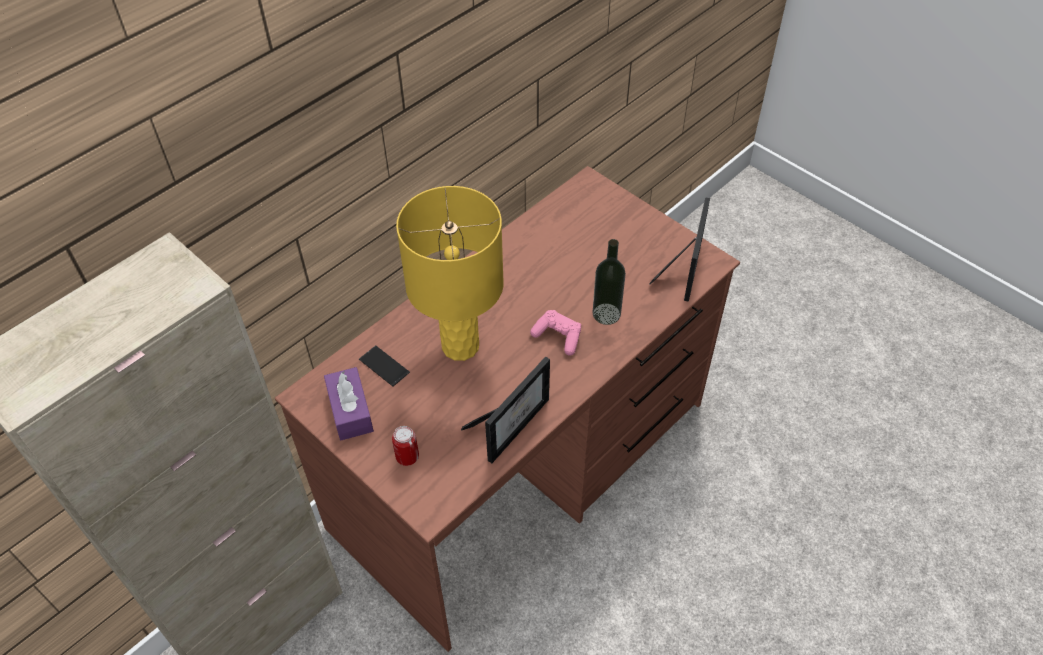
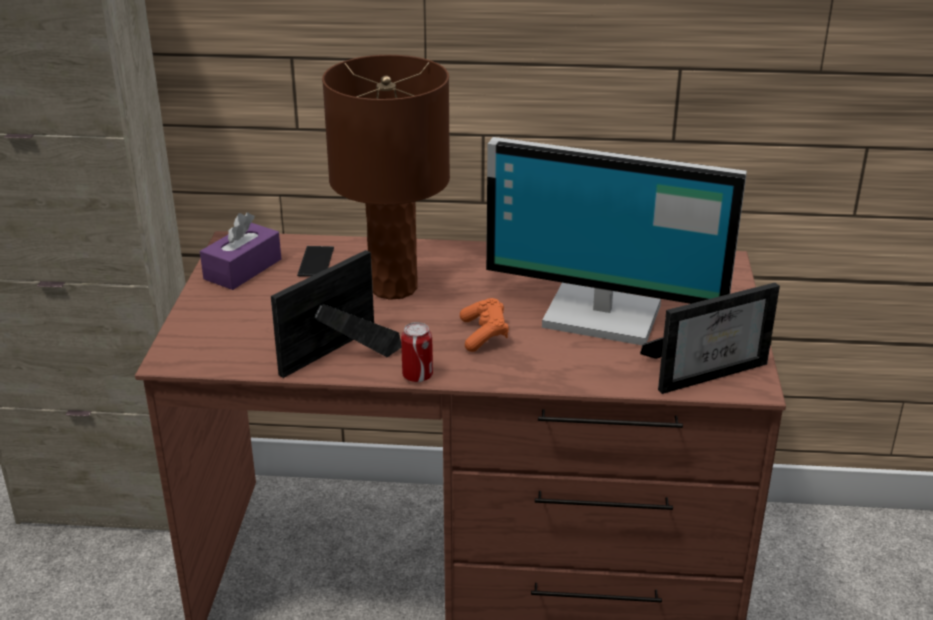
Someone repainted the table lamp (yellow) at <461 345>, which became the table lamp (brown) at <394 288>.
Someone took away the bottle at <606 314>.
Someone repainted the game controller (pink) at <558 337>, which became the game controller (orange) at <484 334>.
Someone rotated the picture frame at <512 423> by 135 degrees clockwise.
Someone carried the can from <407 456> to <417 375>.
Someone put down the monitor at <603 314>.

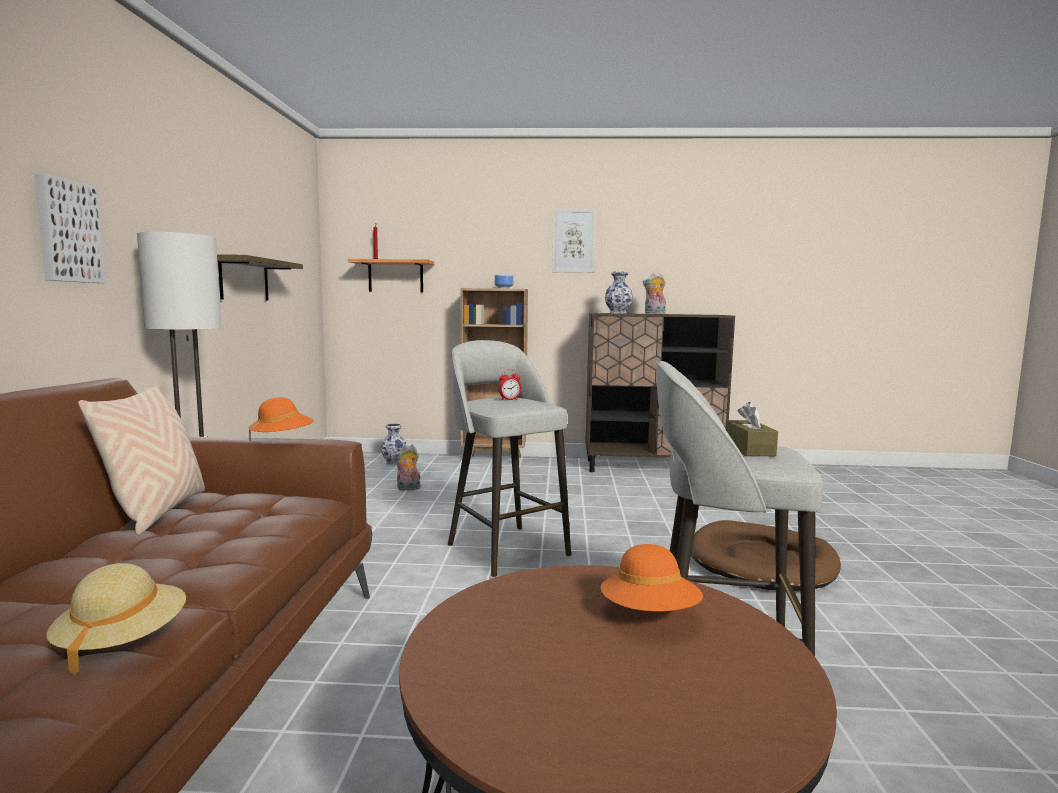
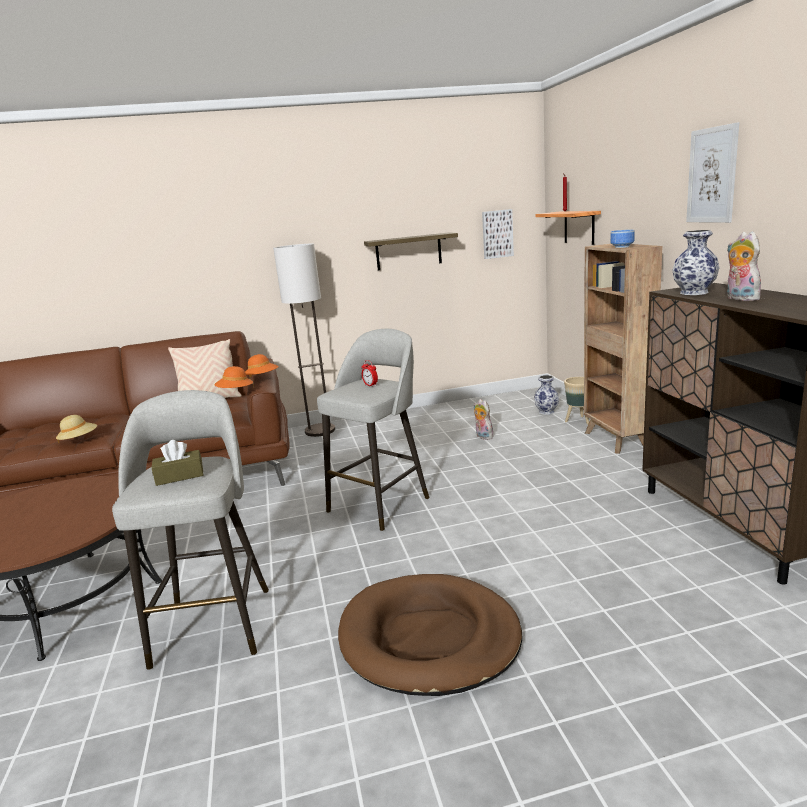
Someone carried the picture from <67 231> to <497 234>.
Someone carried the hat (orange) from <650 614> to <235 392>.
Someone put down the planter (beige) at <579 421>.

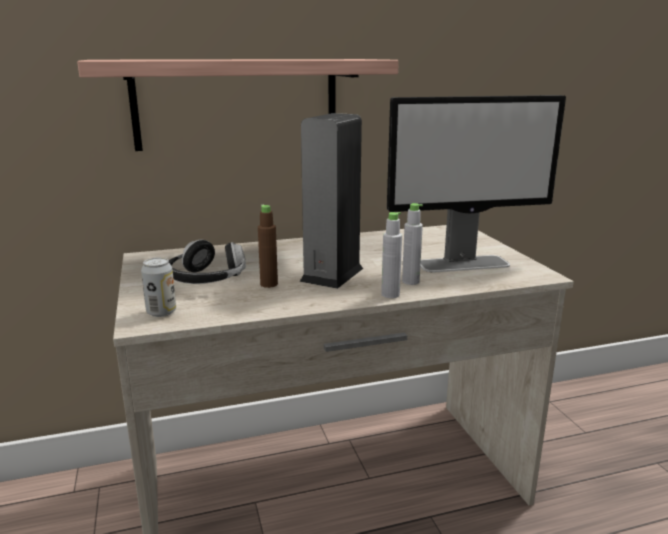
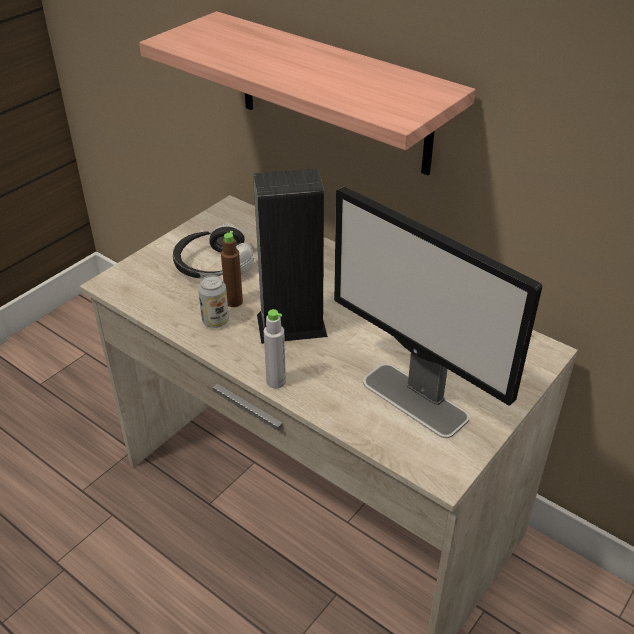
Someone took away the bottle (grey) at <410 281>.
Someone carried the can from <161 312> to <215 321>.

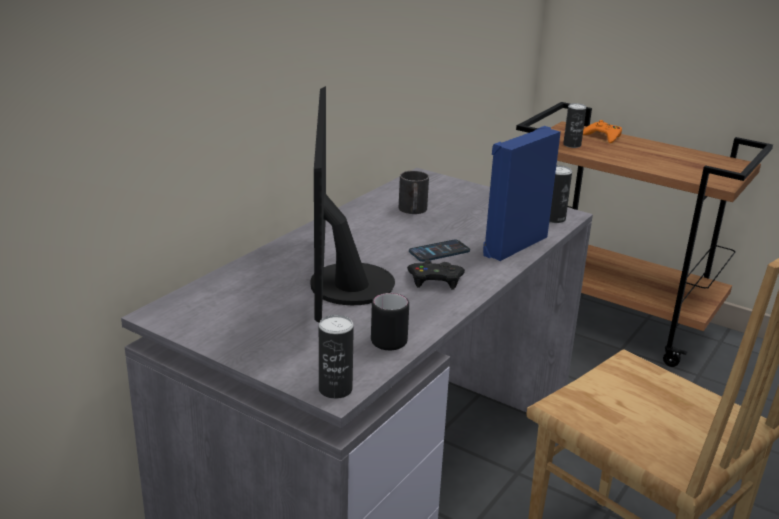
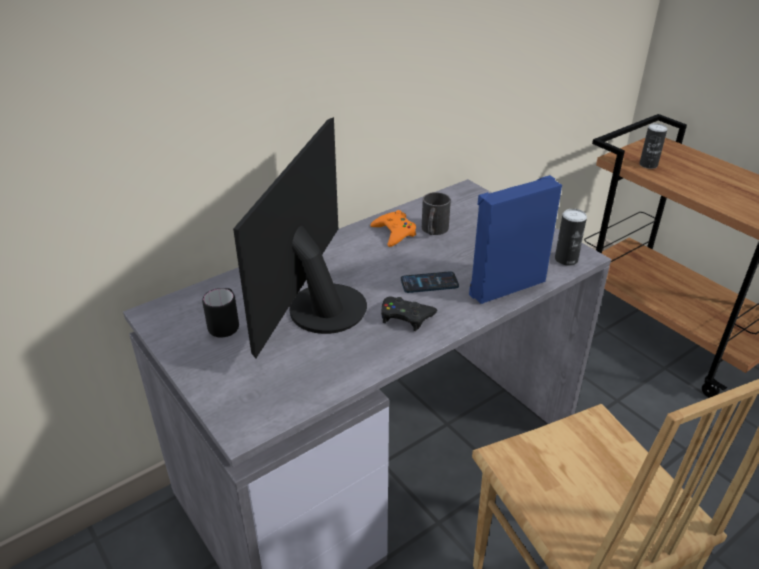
Someone carried the game controller (orange) from <603 136> to <394 233>.
Someone carried the mug (black) from <388 338> to <226 325>.
Someone took away the can at <335 389>.

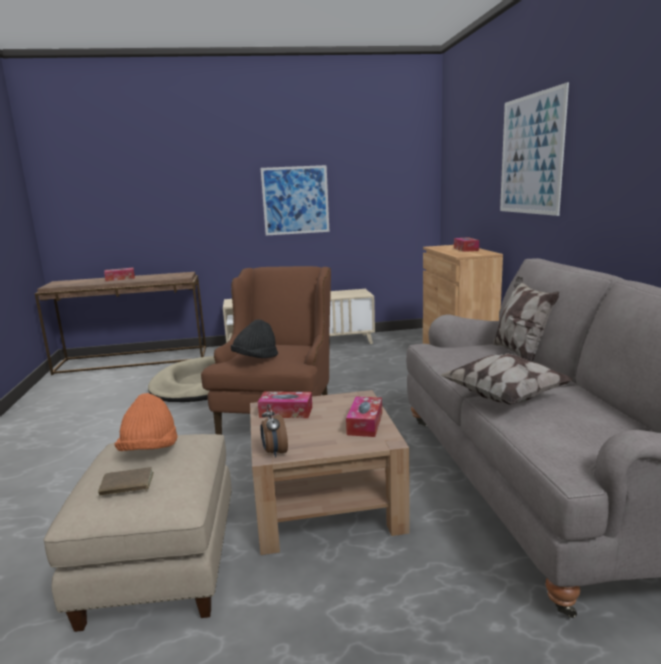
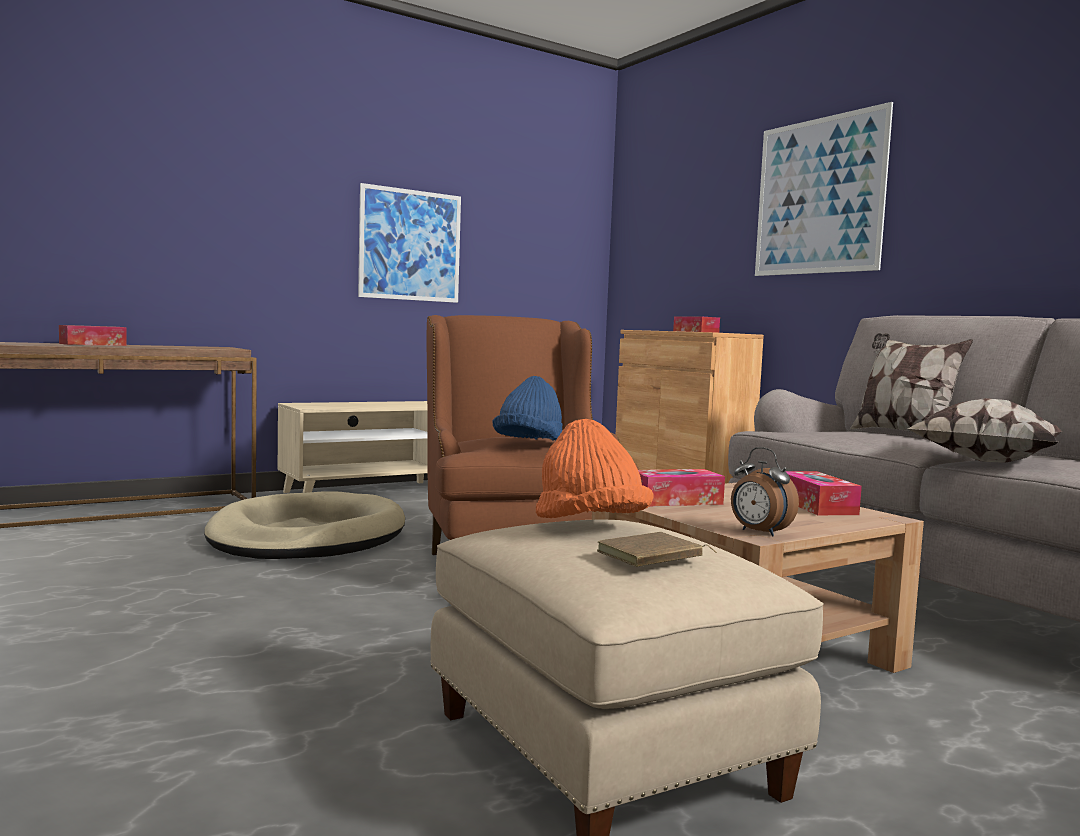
Someone repainted the hat (black) at <255 358>, which became the hat (blue) at <529 444>.

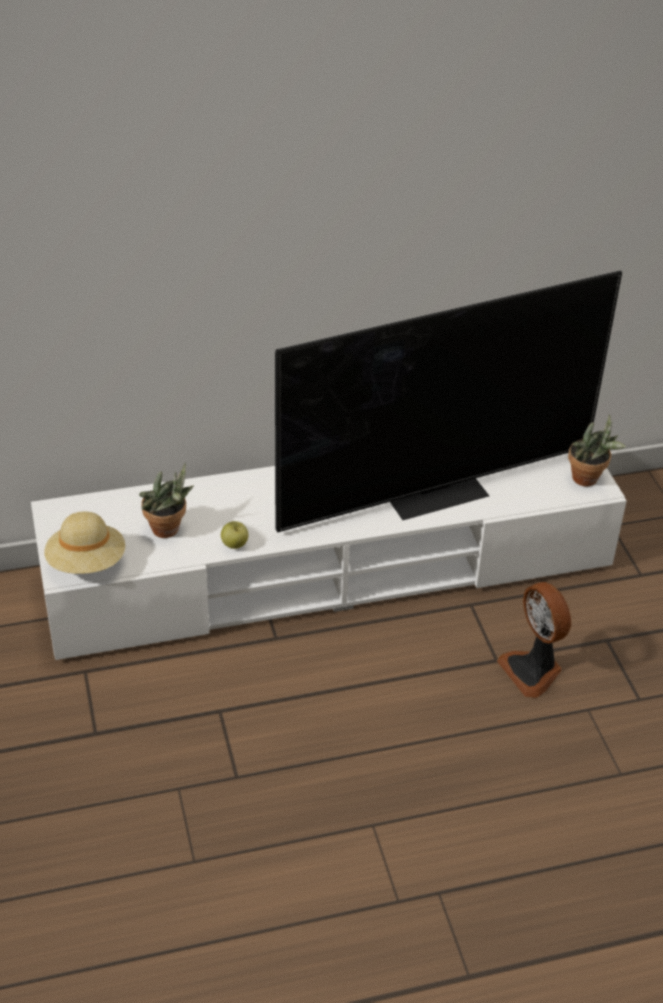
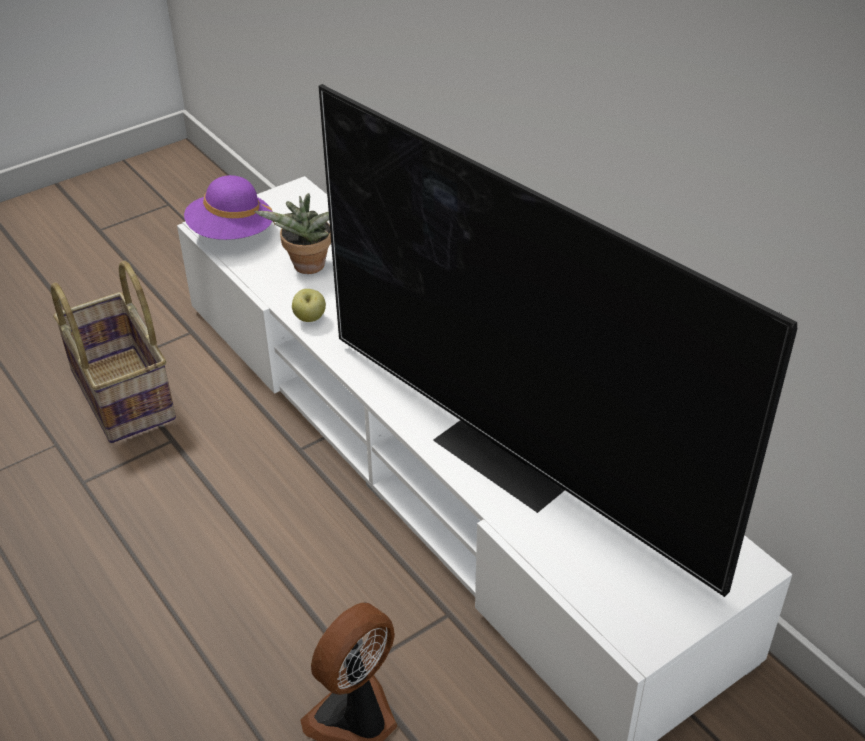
Someone took away the potted plant at <588 480>.
Someone repainted the hat (beige) at <87 563>, which became the hat (purple) at <231 234>.
Someone put down the basket at <125 394>.

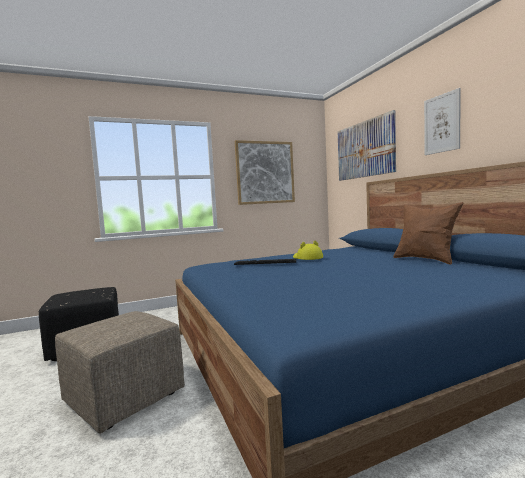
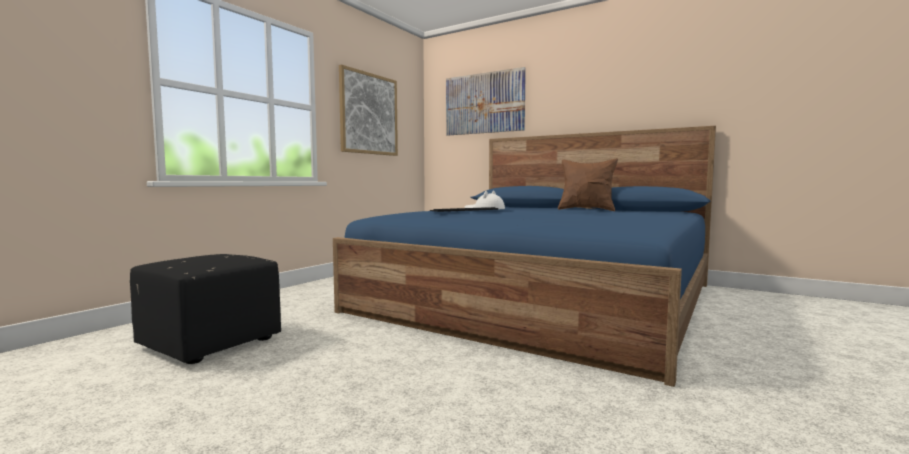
Someone took away the picture at <442 123>.
Someone repainted the hat (yellow) at <307 258>, which became the hat (white) at <484 210>.
Someone took away the ottoman (beige) at <125 397>.

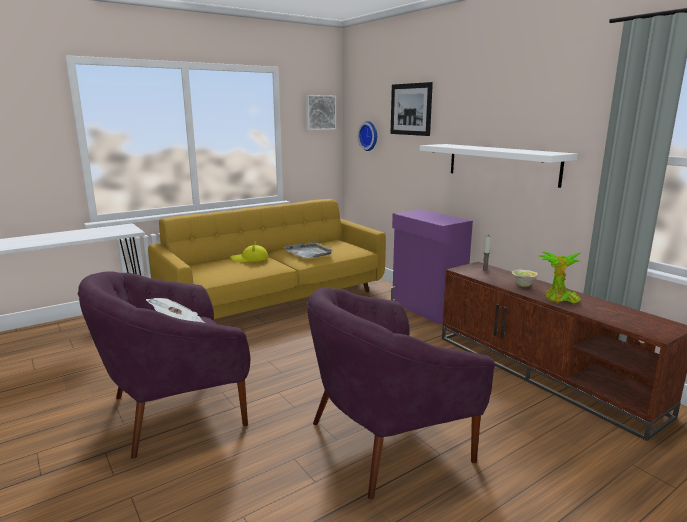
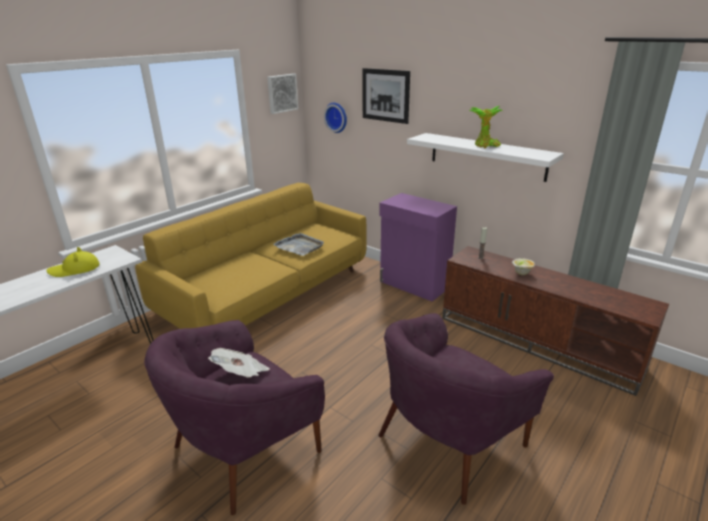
Someone carried the hat (yellow) from <250 259> to <75 269>.
Someone carried the potted plant from <559 299> to <485 146>.

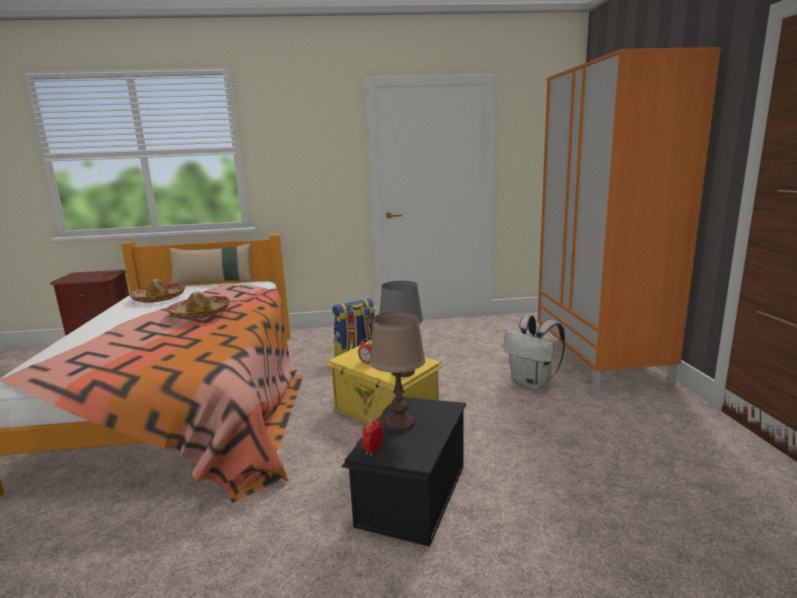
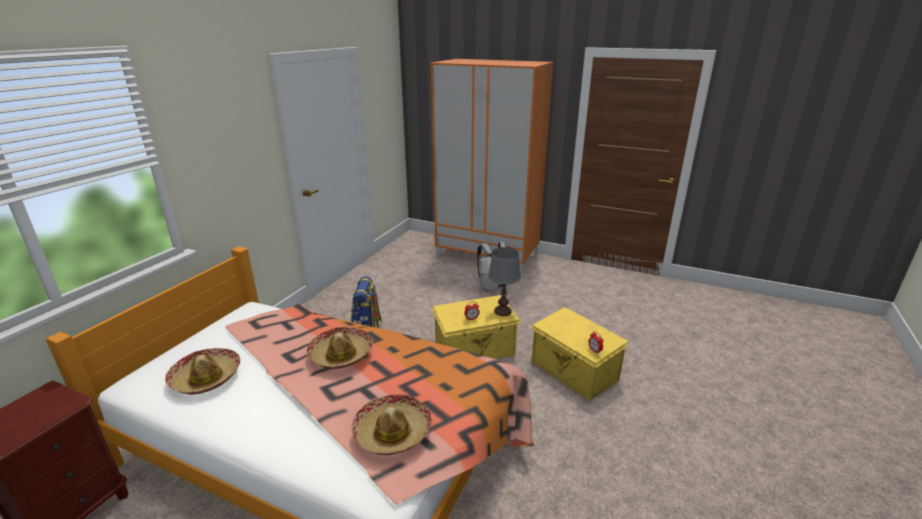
Someone took away the pillow (beige) at <214 282>.
Someone took away the table lamp (brown) at <400 423>.
Someone repainted the storage box (black) at <410 494>, which became the storage box (yellow) at <573 371>.
Someone put down the hat at <392 432>.

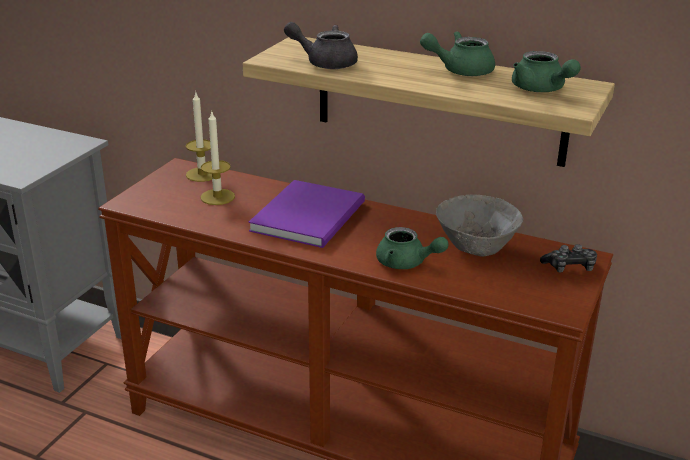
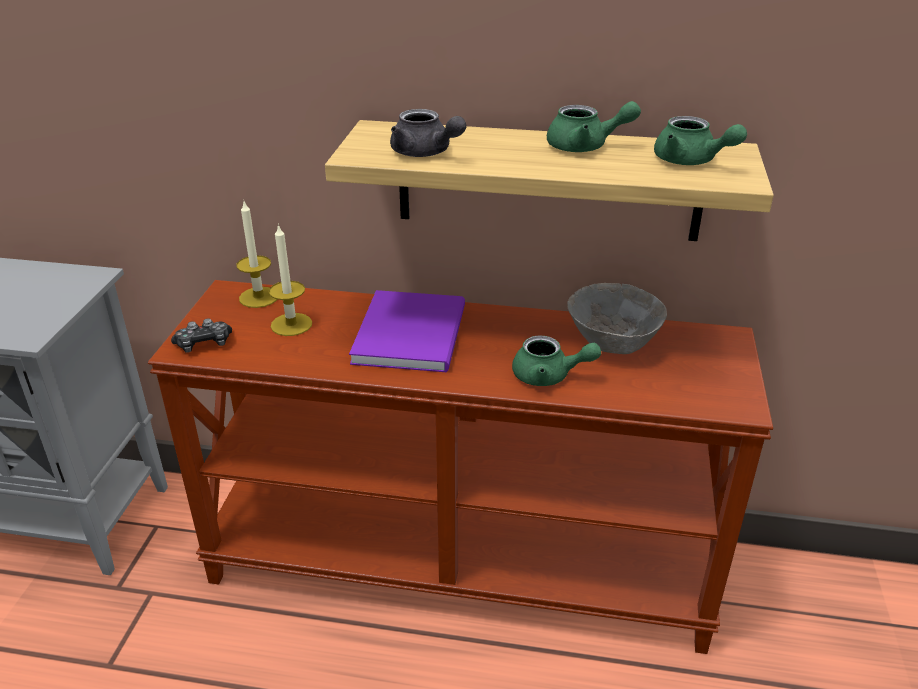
Someone rotated the teapot (grey) at <325 63> by 135 degrees counterclockwise.
Someone rotated the teapot (green) at <460 71> by 150 degrees counterclockwise.
Someone carried the game controller from <569 267> to <204 344>.

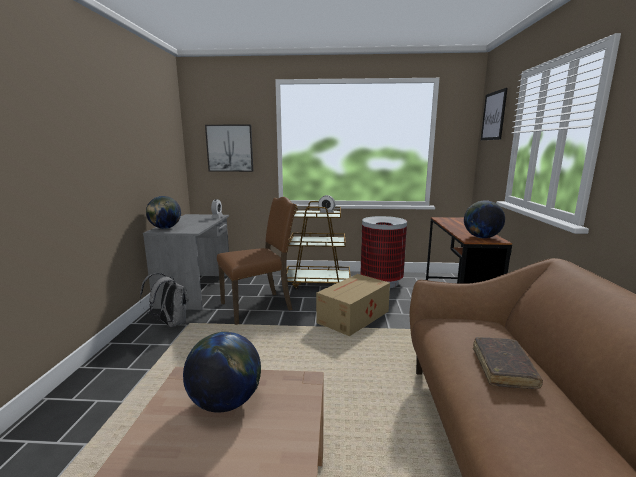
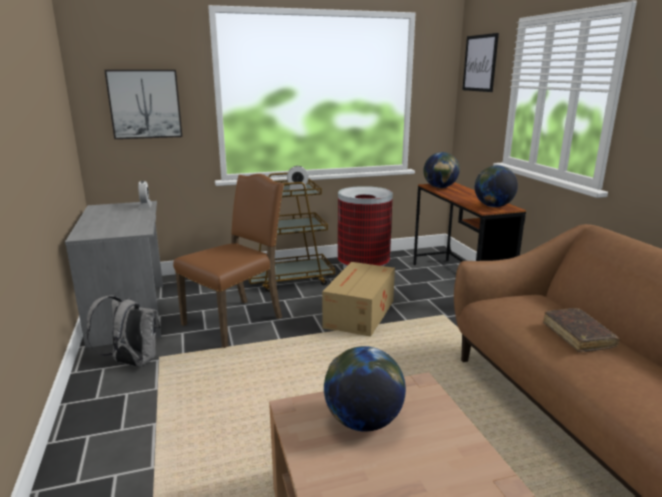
Someone carried the globe from <165 228> to <440 187>.

